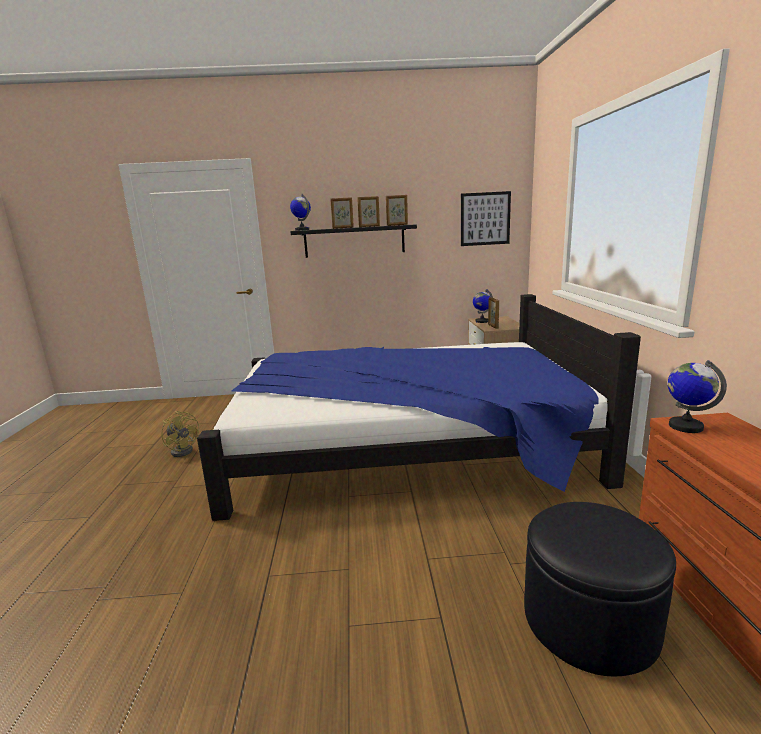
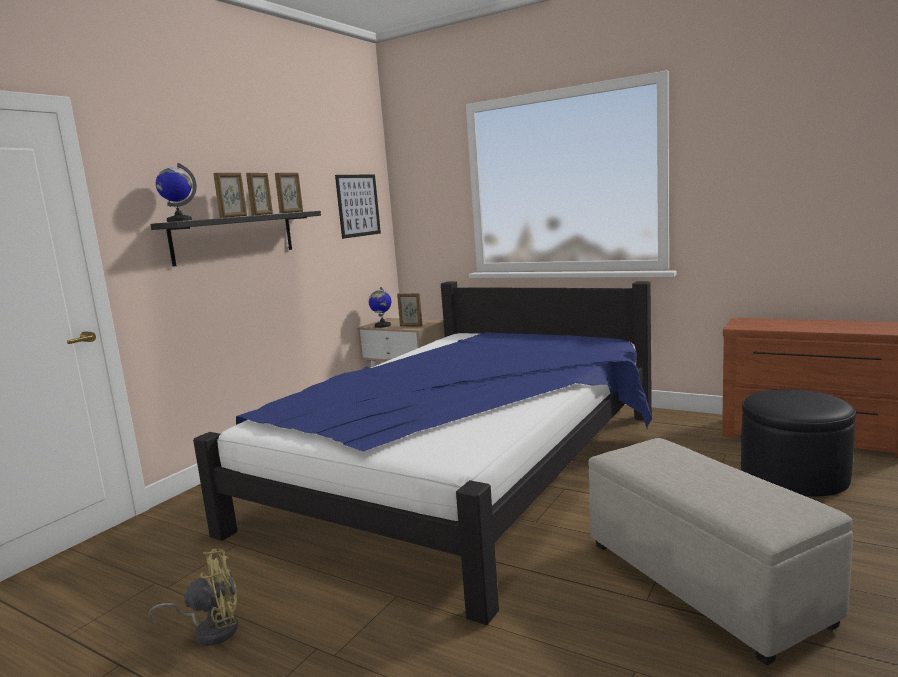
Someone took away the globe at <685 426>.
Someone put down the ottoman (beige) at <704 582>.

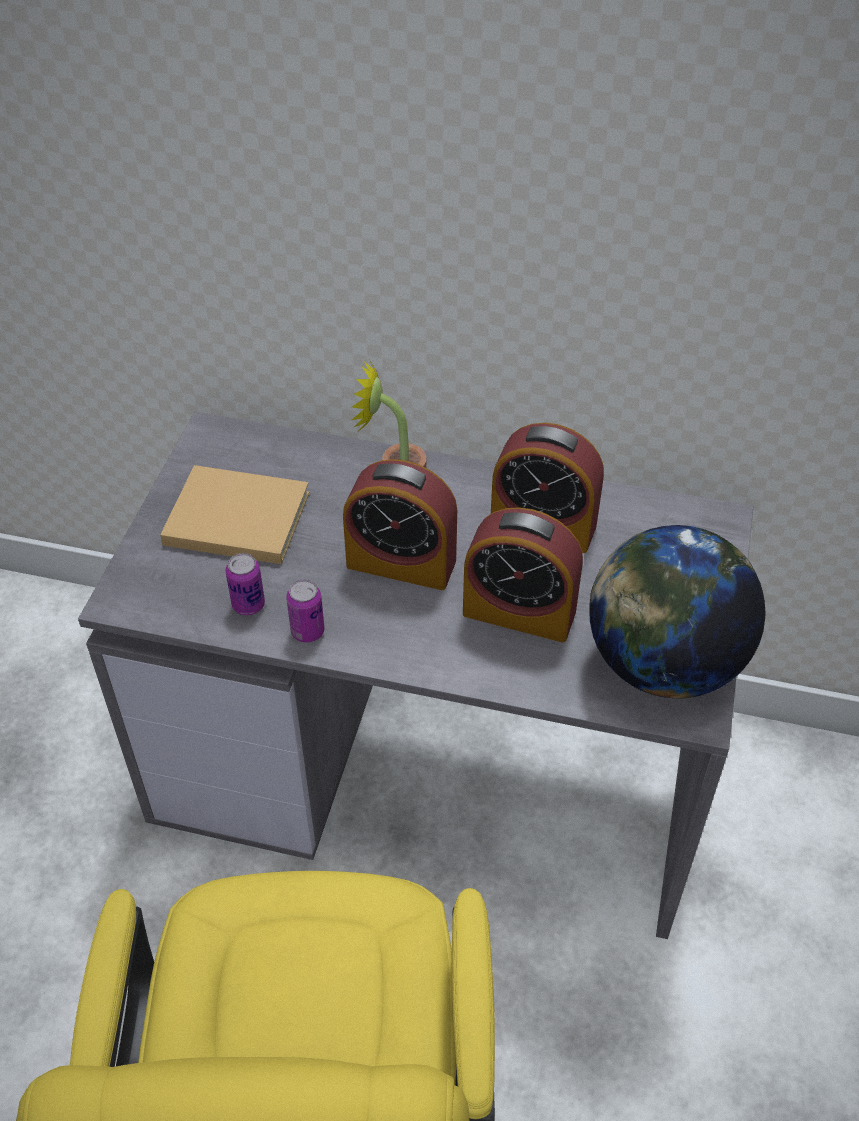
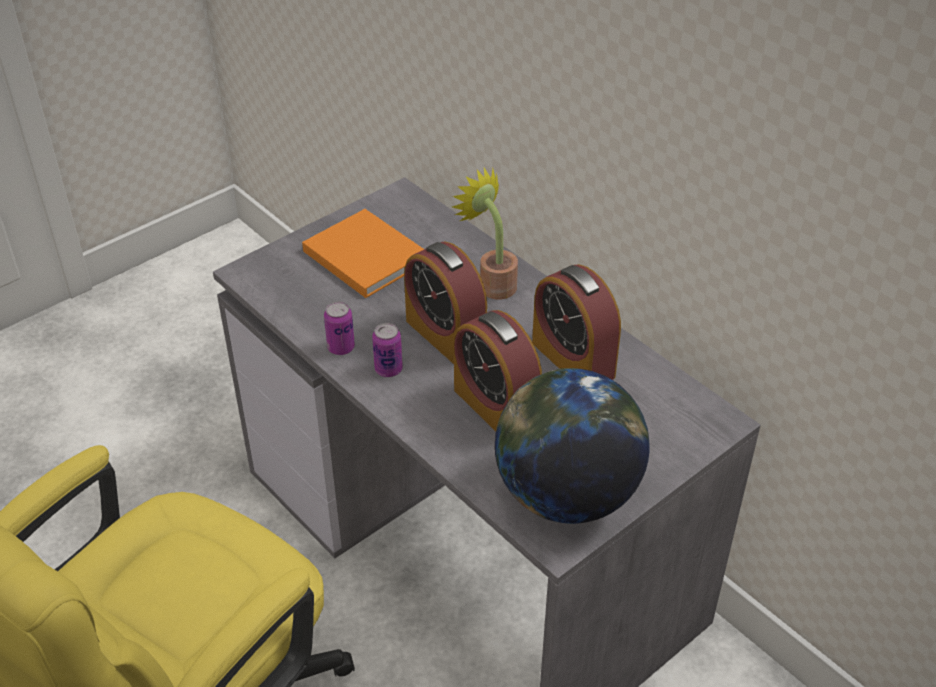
Someone repainted the book (beige) at <233 517>, which became the book (orange) at <363 254>.
Someone carried the can from <248 605> to <388 369>.

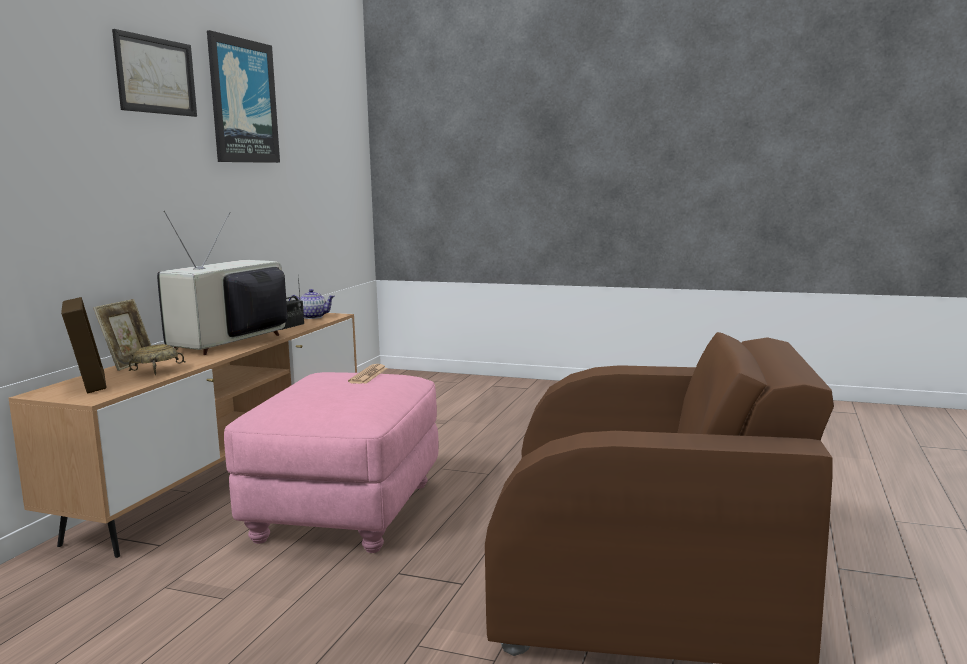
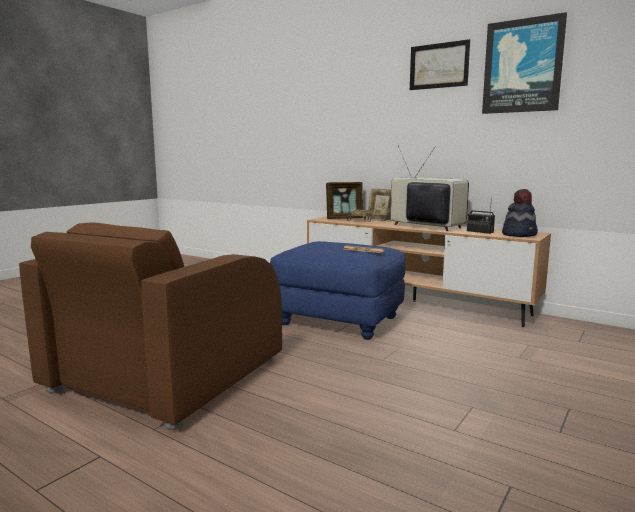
Someone swapped the teapot at <312 317> for the hat at <519 234>.
Someone repainted the ottoman (pink) at <345 511>, which became the ottoman (blue) at <339 320>.

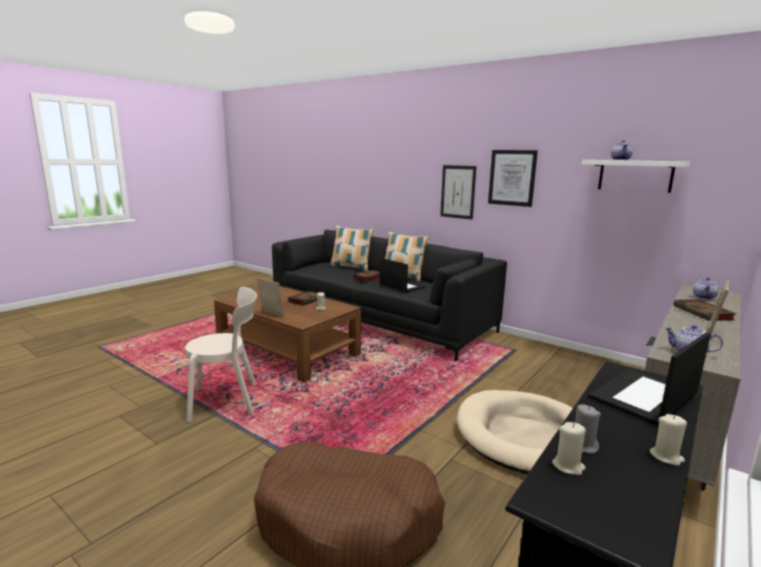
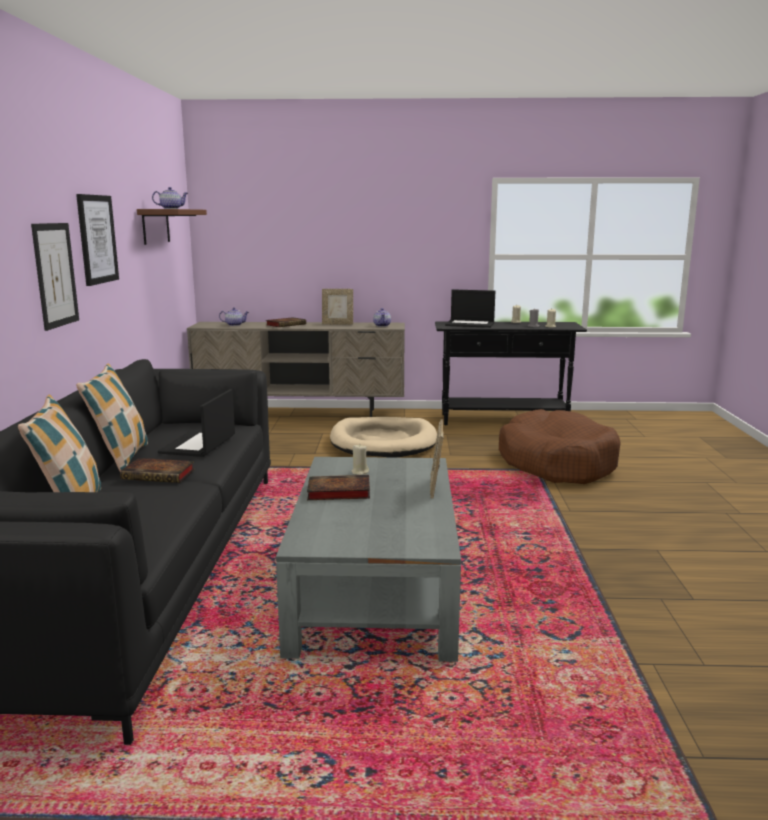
Someone repainted the shelf (white) at <635 175>, which became the shelf (brown) at <155 226>.
Someone repainted the coffee table (brown) at <288 350>, which became the coffee table (grey) at <375 587>.
Someone took away the chair (beige) at <228 401>.

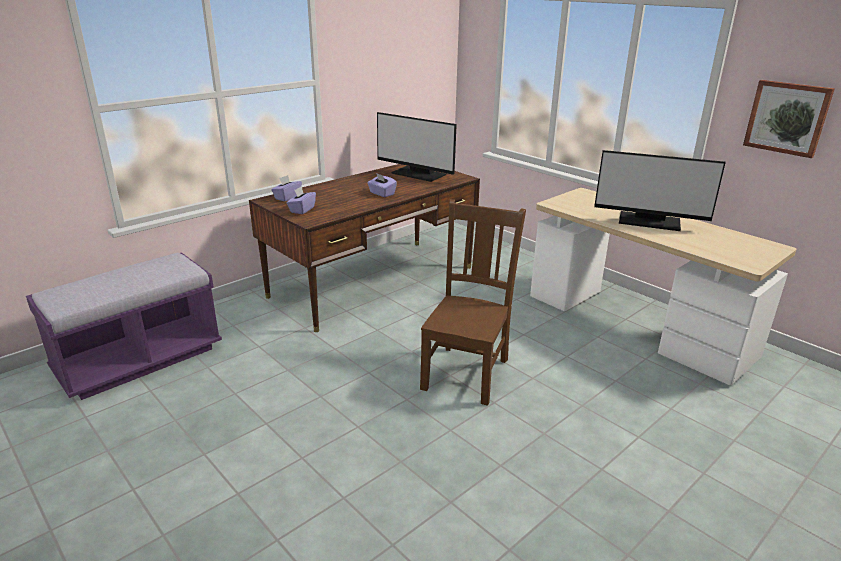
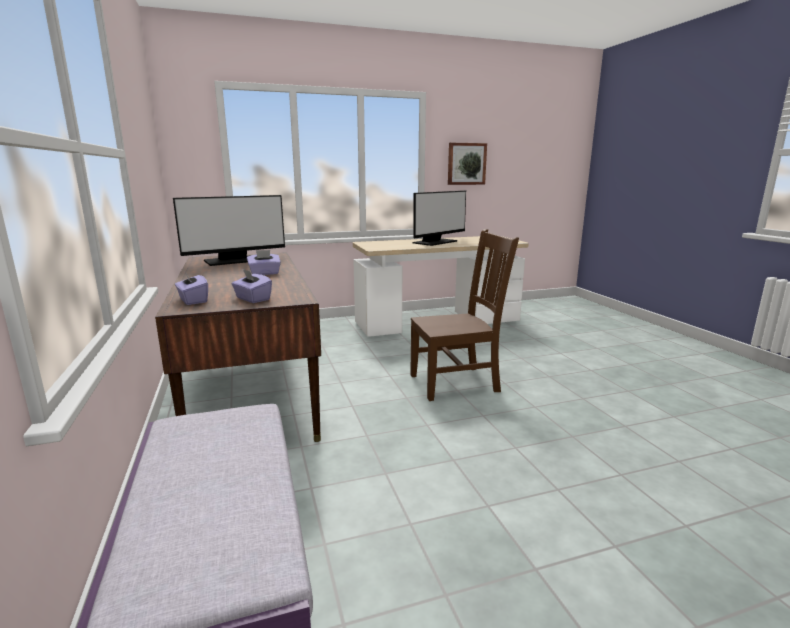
Someone rotated the chair (brown) at <467 372> by 120 degrees clockwise.

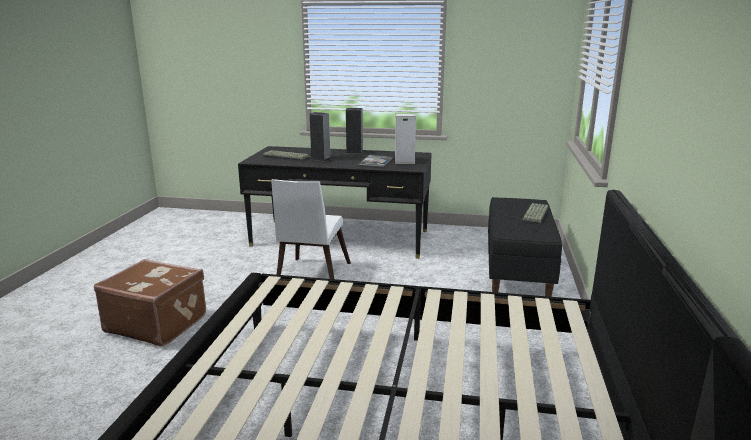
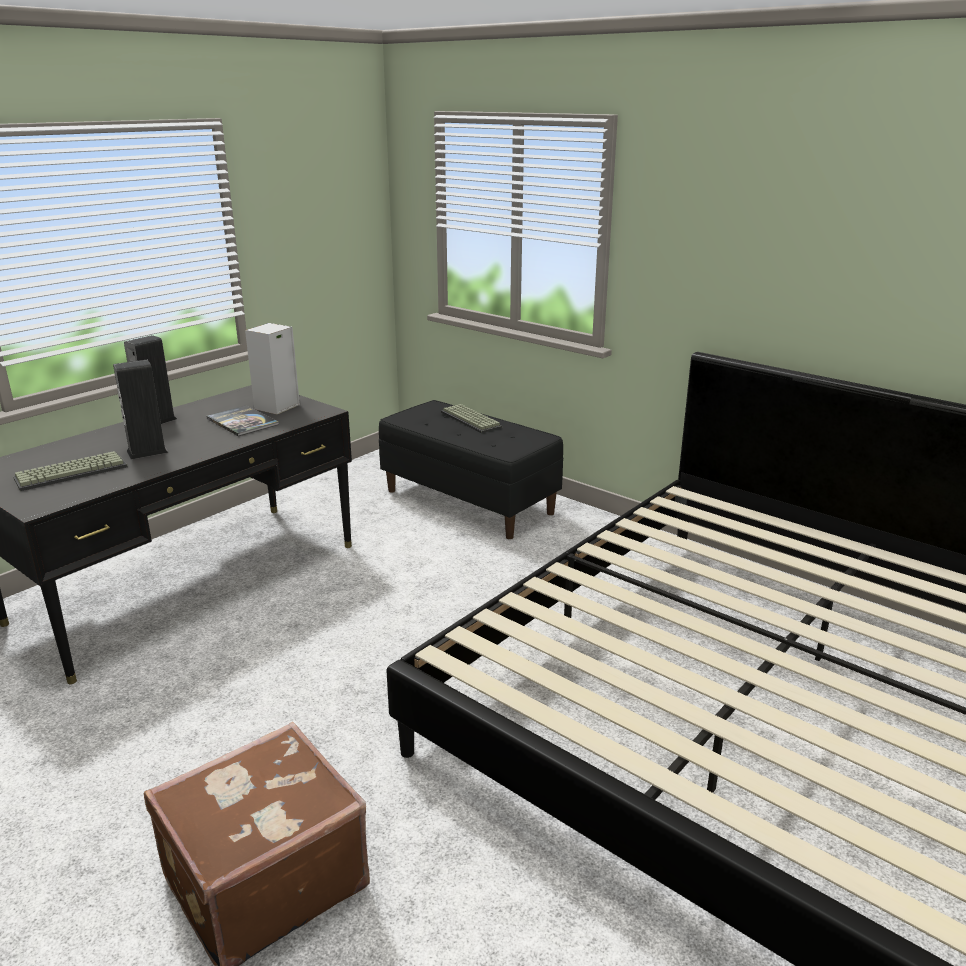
Someone took away the chair (white) at <311 276>.

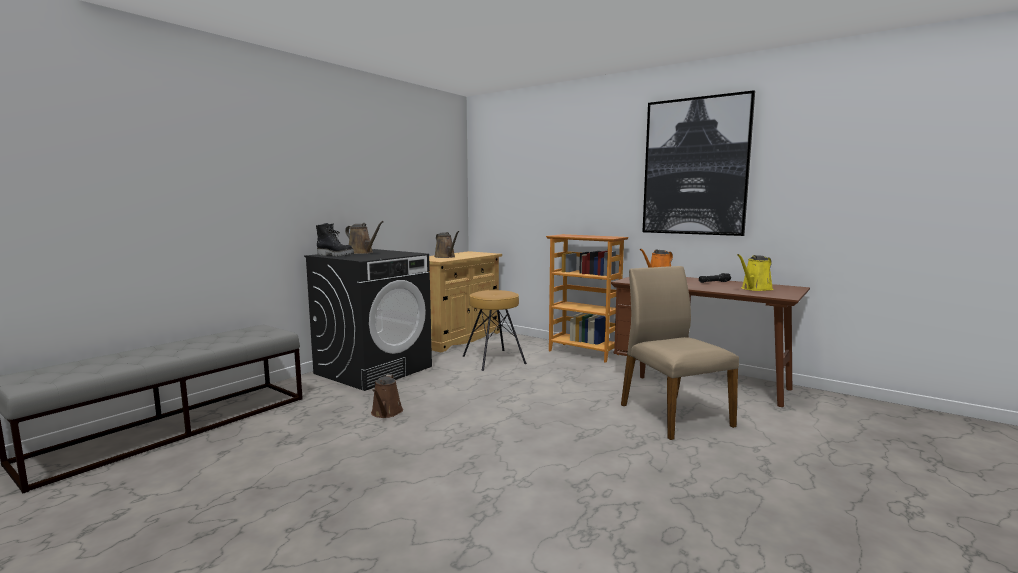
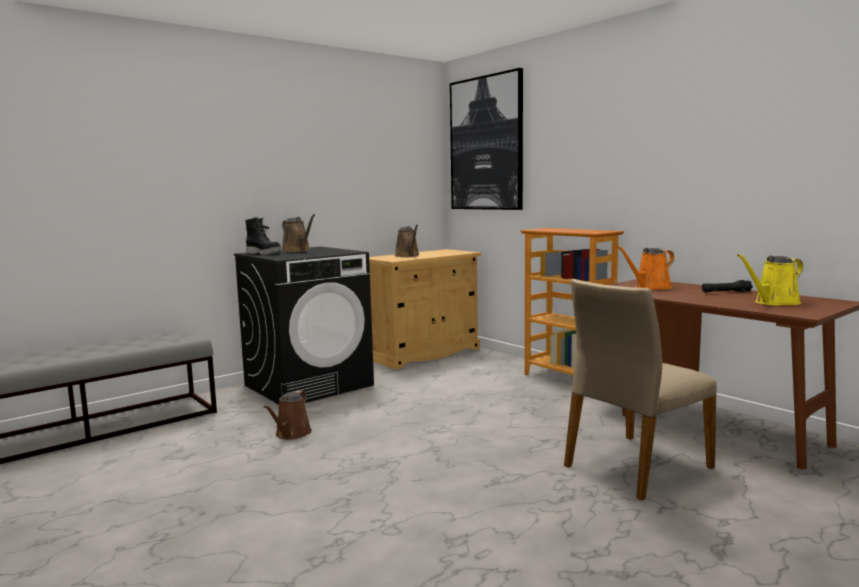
Someone carried the picture from <695 167> to <486 143>.
Someone rotated the chair (beige) at <673 415> by 120 degrees counterclockwise.
Someone took away the stool (brown) at <494 359>.

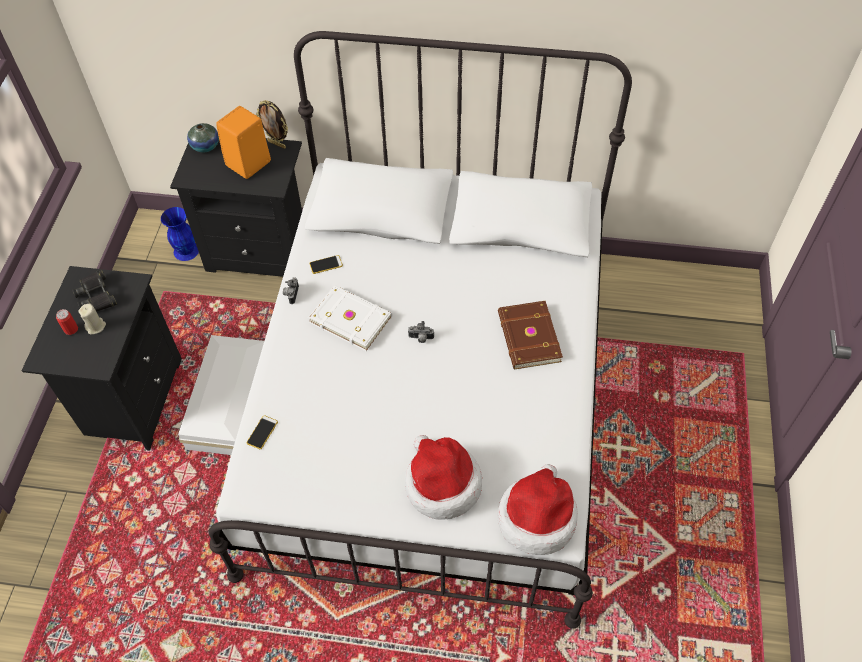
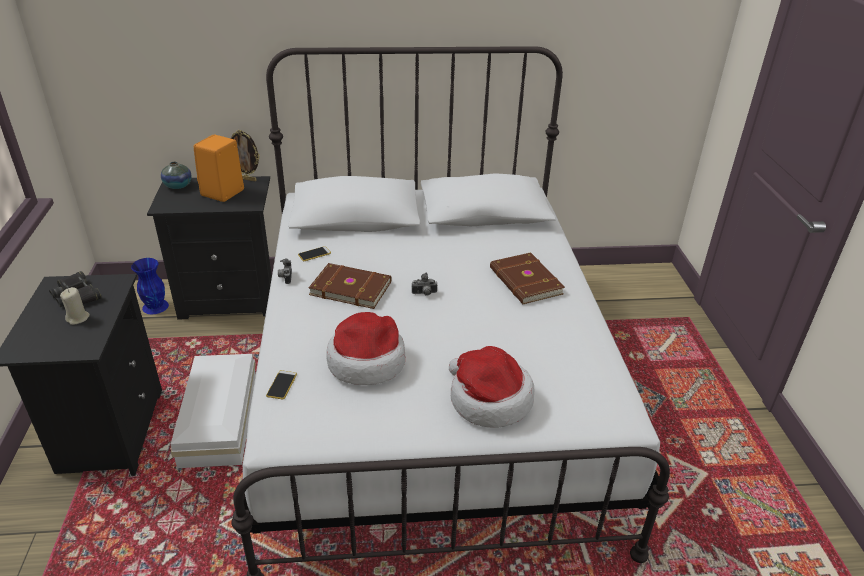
Someone repainted the book (white) at <351 318>, which became the book (brown) at <350 287>.
Someone took away the can at <71 329>.
Someone carried the hat from <536 517> to <366 361>.

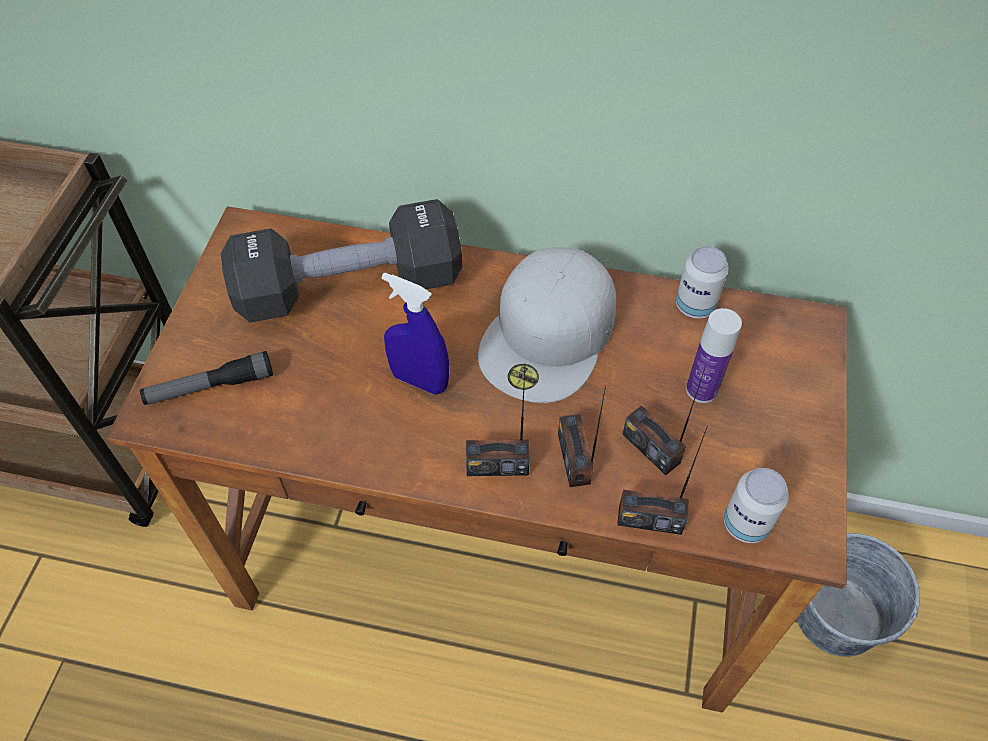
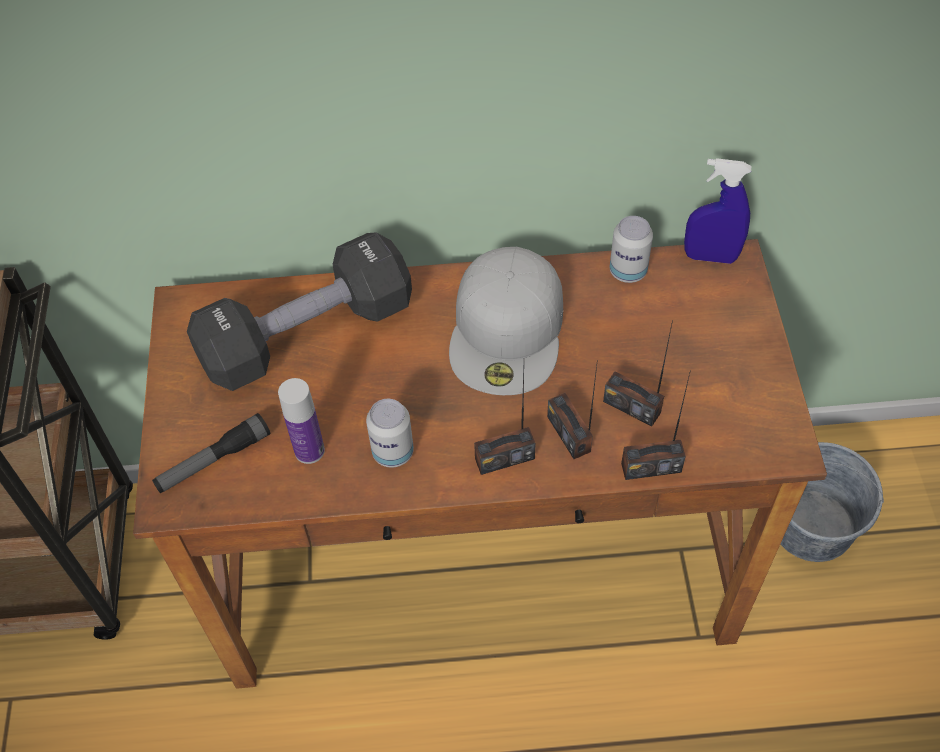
Someone carried the spray bottle (blue) from <419 381> to <710 256>.
Someone carried the bottle from <701 389> to <309 450>.
Someone carried the can from <746 524> to <393 452>.

